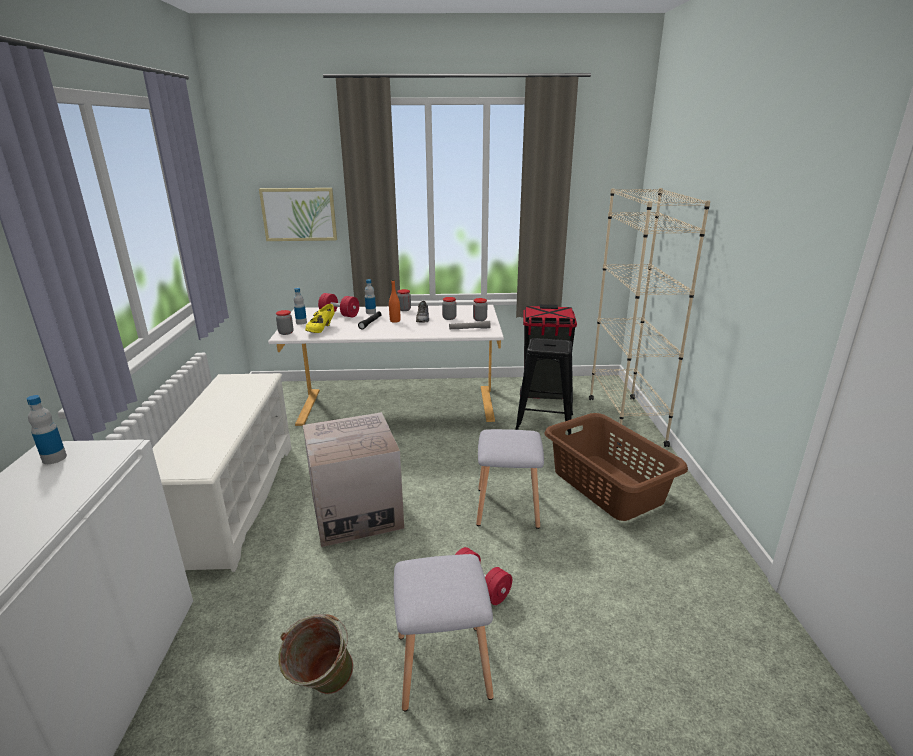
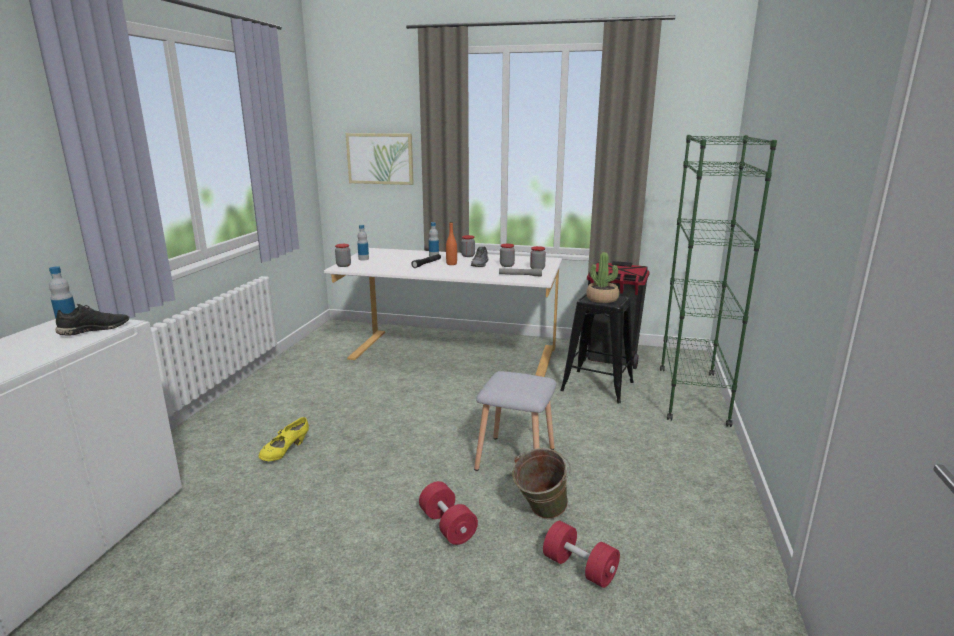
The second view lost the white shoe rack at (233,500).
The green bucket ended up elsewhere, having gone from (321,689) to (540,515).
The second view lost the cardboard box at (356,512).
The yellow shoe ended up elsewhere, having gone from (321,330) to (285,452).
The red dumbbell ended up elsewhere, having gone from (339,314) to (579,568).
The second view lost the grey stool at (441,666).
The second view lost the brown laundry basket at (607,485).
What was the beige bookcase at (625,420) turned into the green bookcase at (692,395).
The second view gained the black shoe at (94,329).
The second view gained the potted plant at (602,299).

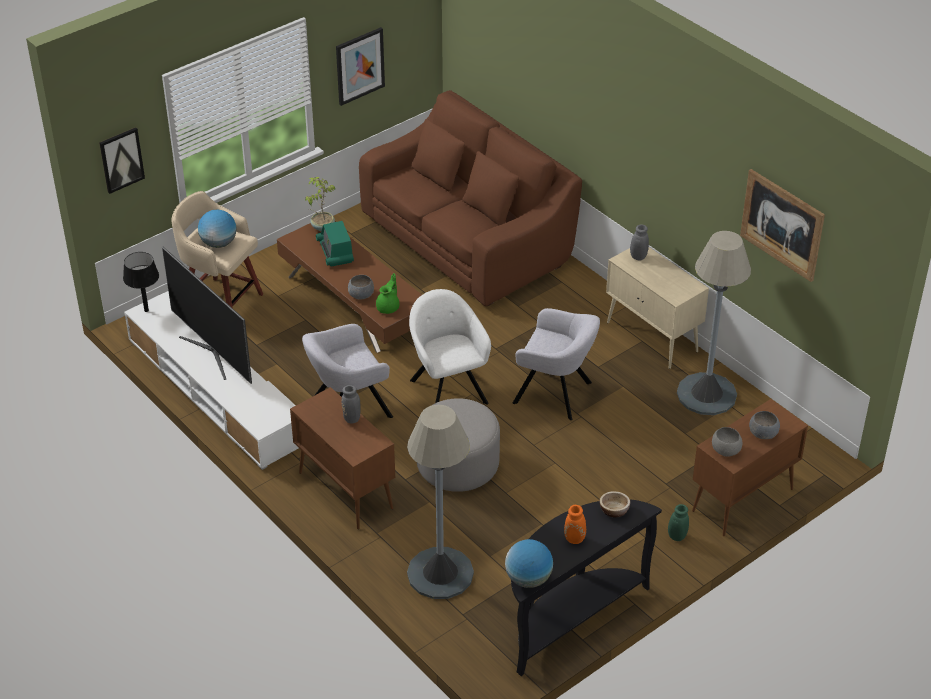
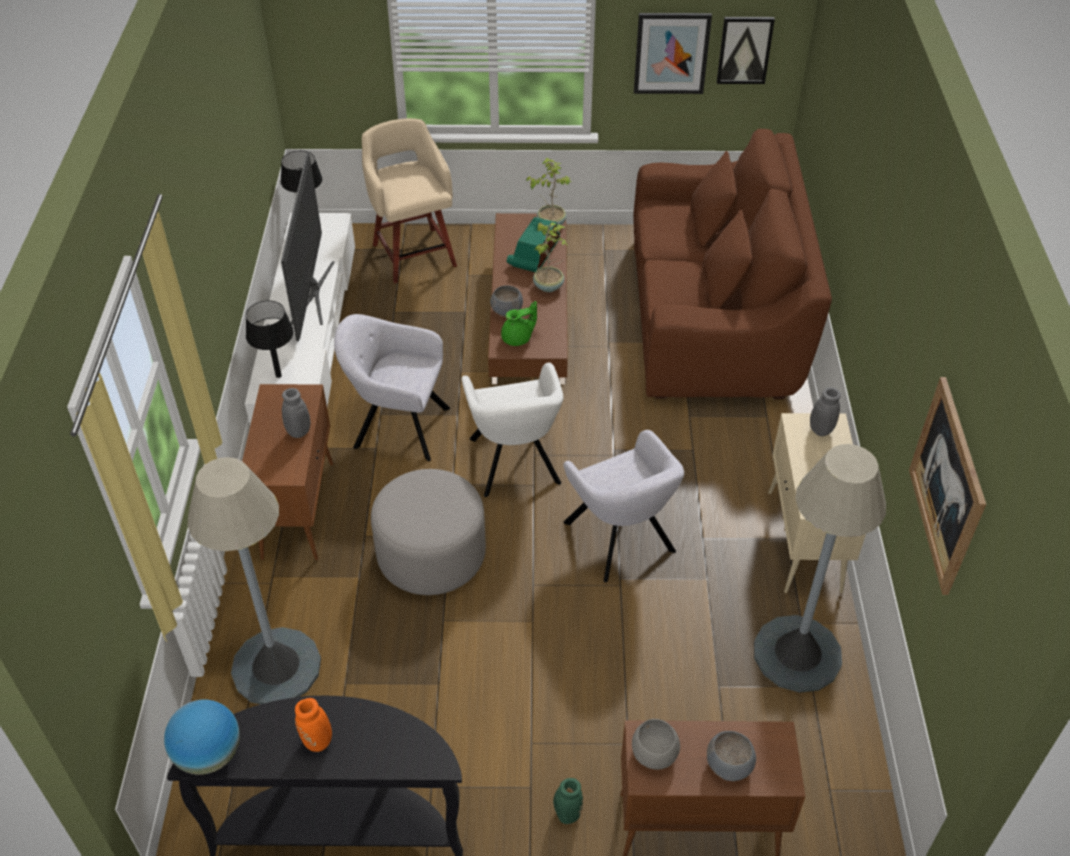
The picture ended up elsewhere, having gone from (121,159) to (744,49).
The second view lost the globe at (219,243).
The white armchair at (447,389) ended up facing another way, 150 degrees clockwise from before.
The second view lost the bowl at (614,510).
The second view gained the black table lamp at (278,375).
The second view gained the potted plant at (549,286).

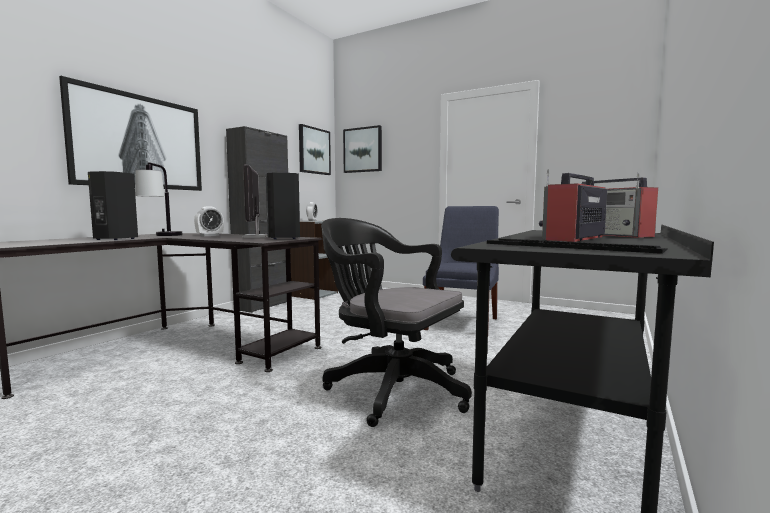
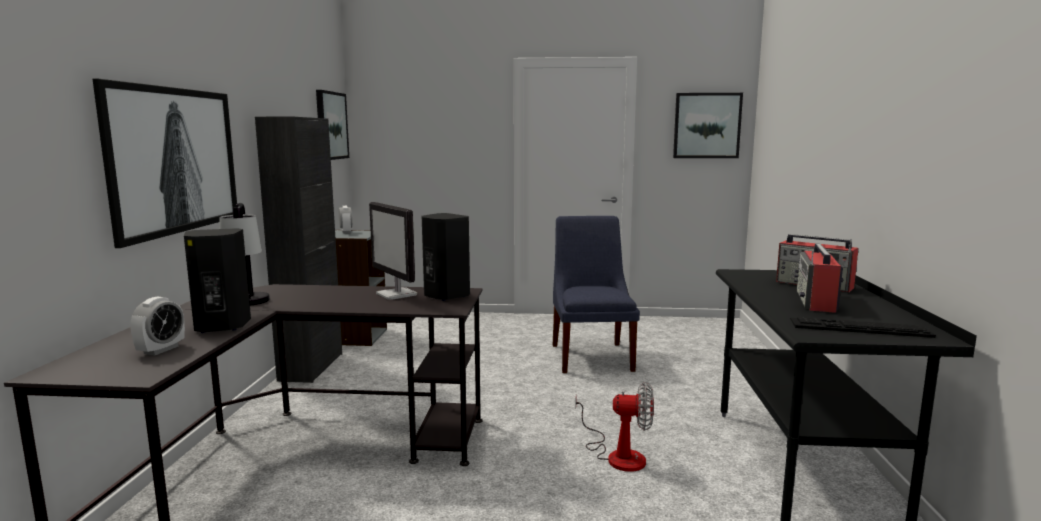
The alarm clock ended up elsewhere, having gone from (210,235) to (161,350).
Where the black office chair stood at (391,388), the fan came to stand at (617,455).
The picture ended up elsewhere, having gone from (363,150) to (707,125).

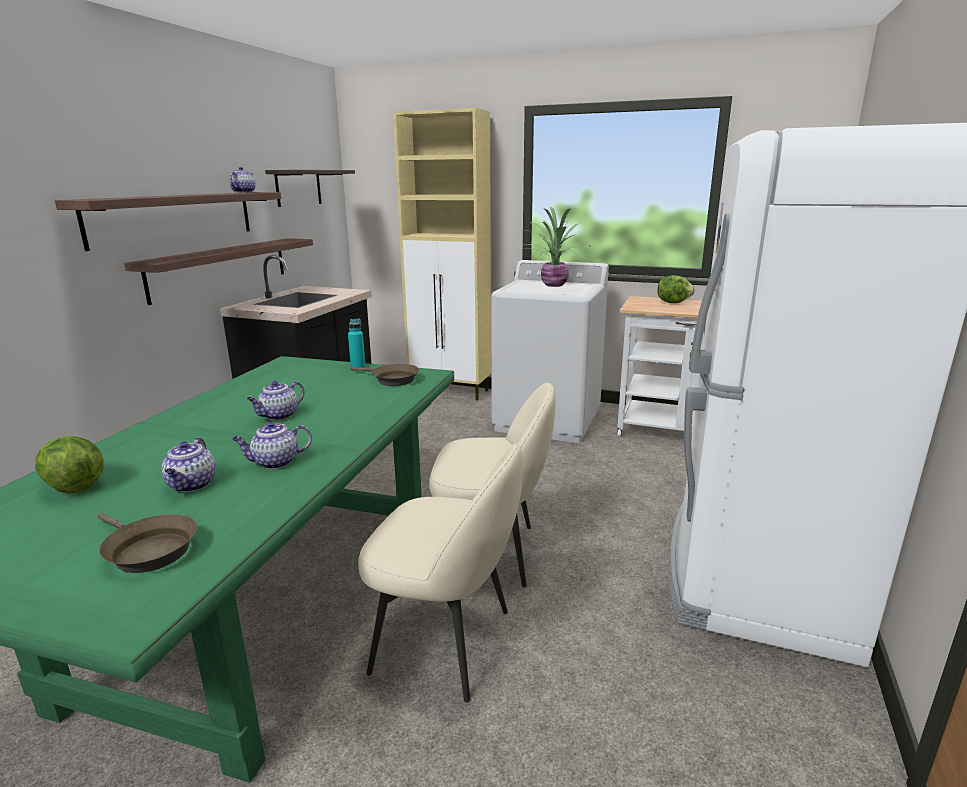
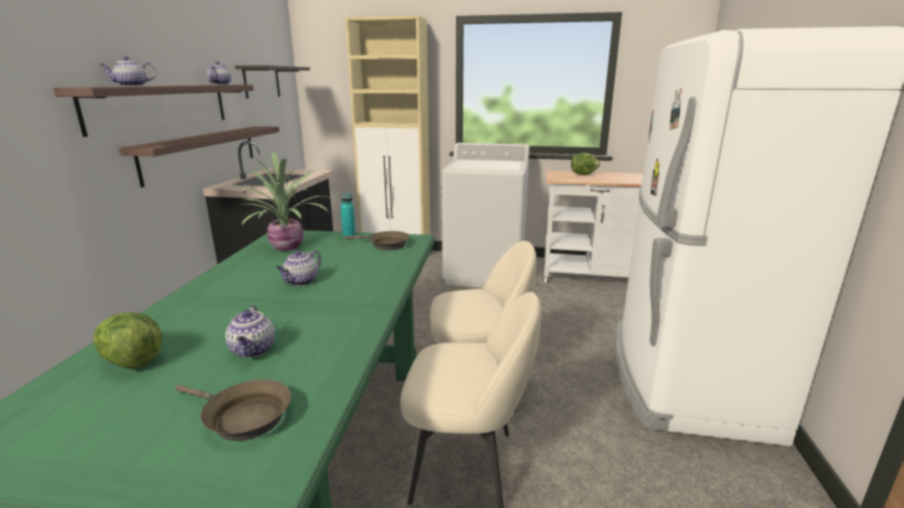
The teapot ended up elsewhere, having gone from (275,462) to (131,86).
The potted plant ended up elsewhere, having gone from (553,285) to (285,248).

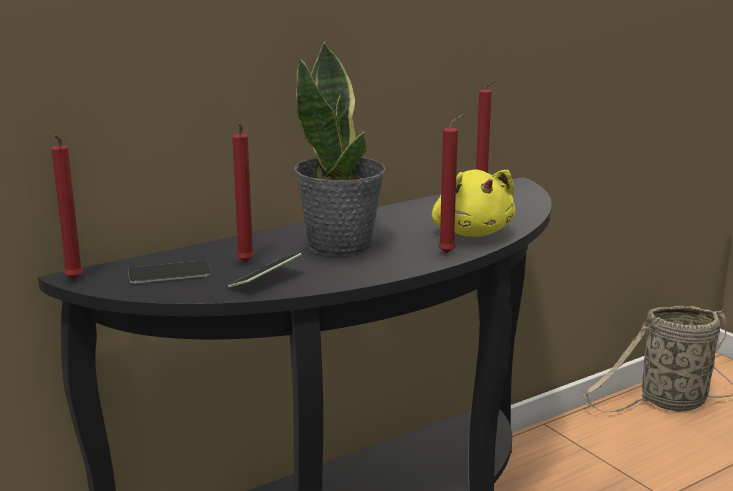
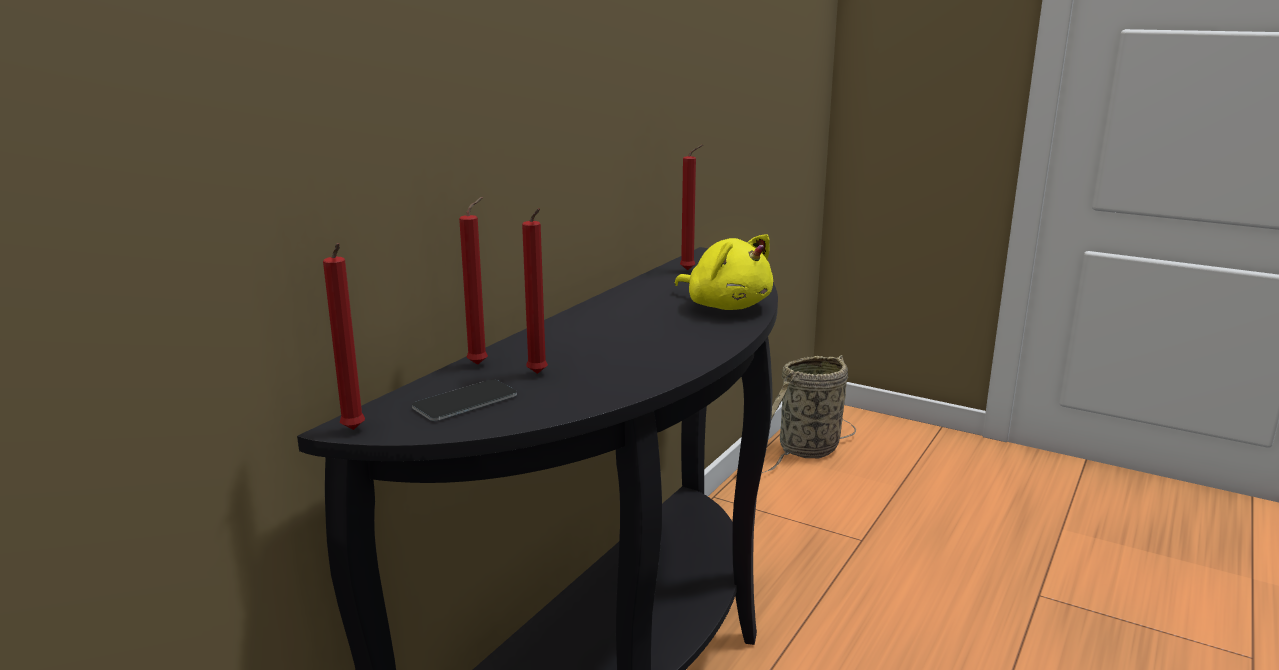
The second view lost the phone at (265,280).
The second view lost the potted plant at (341,245).
The red candle ended up elsewhere, having gone from (449,253) to (480,363).

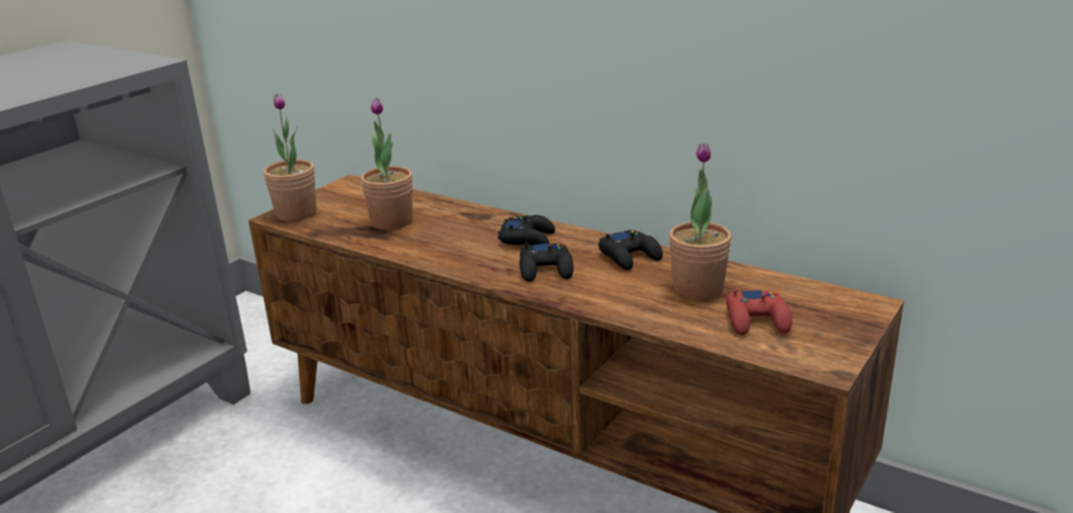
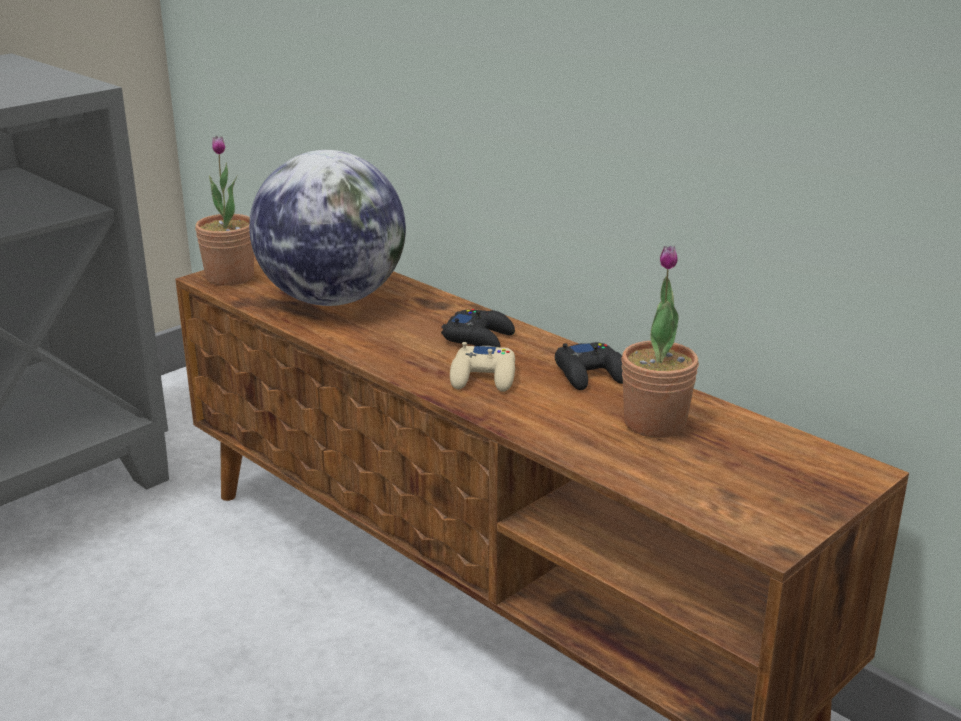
Where the potted plant stood at (392,222), the globe came to stand at (332,299).
What was the black game controller at (546,269) turned into the beige game controller at (484,377).
The second view lost the red game controller at (757,320).

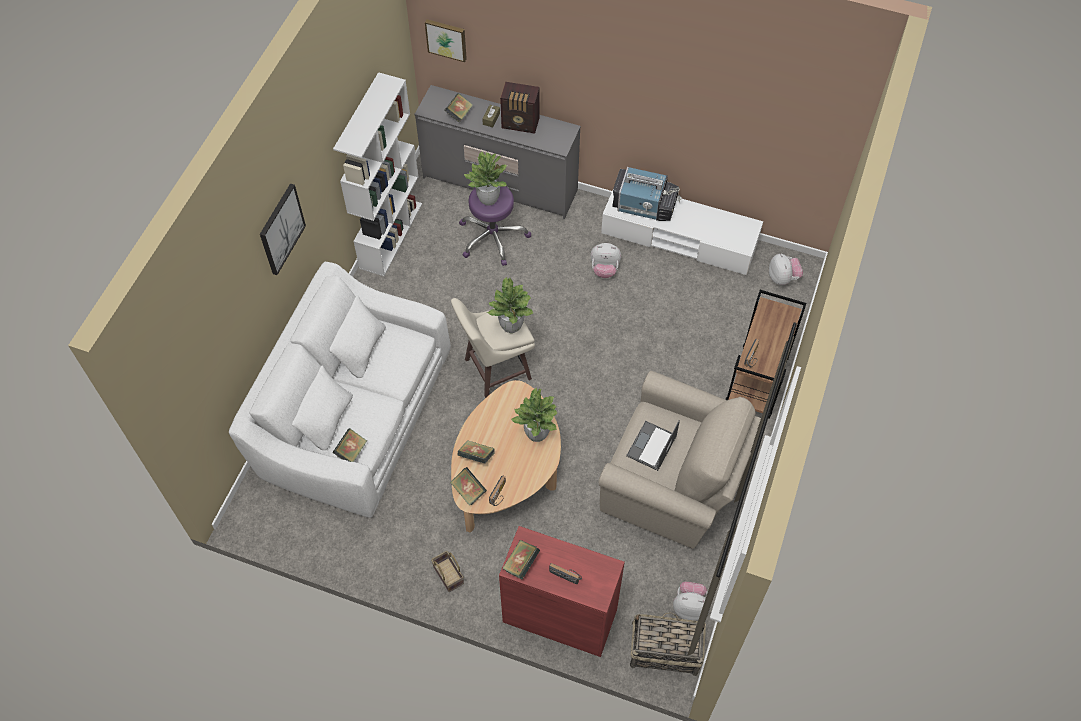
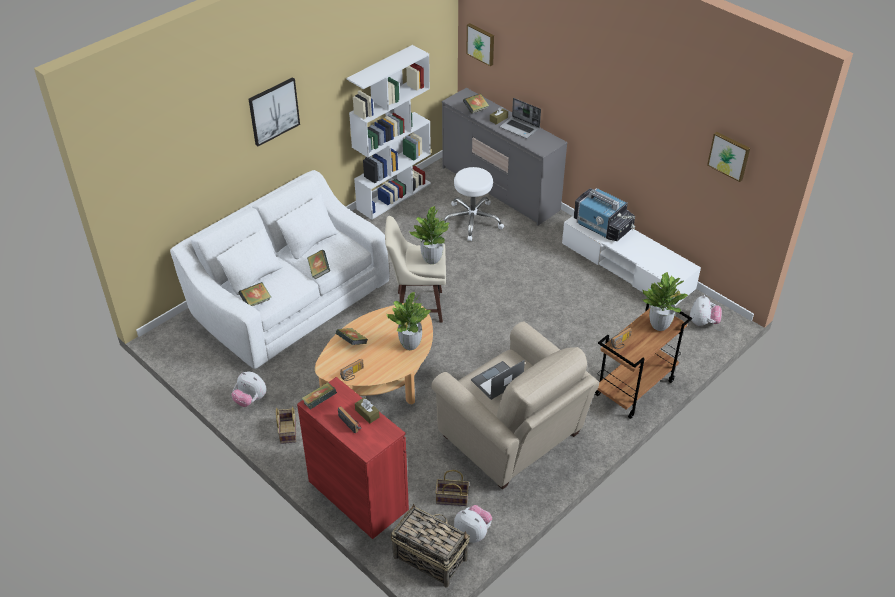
The book ended up elsewhere, having gone from (468,491) to (319,270).
What was the purple stool at (492,237) turned into the white stool at (472,220).
The potted plant ended up elsewhere, having gone from (488,199) to (659,325).
Where the radio stood at (521,123), the laptop came to stand at (520,128).
The plush toy ended up elsewhere, having gone from (604,269) to (250,400).
The second view gained the brown tissue box at (367,413).
The second view gained the basket at (451,499).
The second view gained the picture at (729,155).

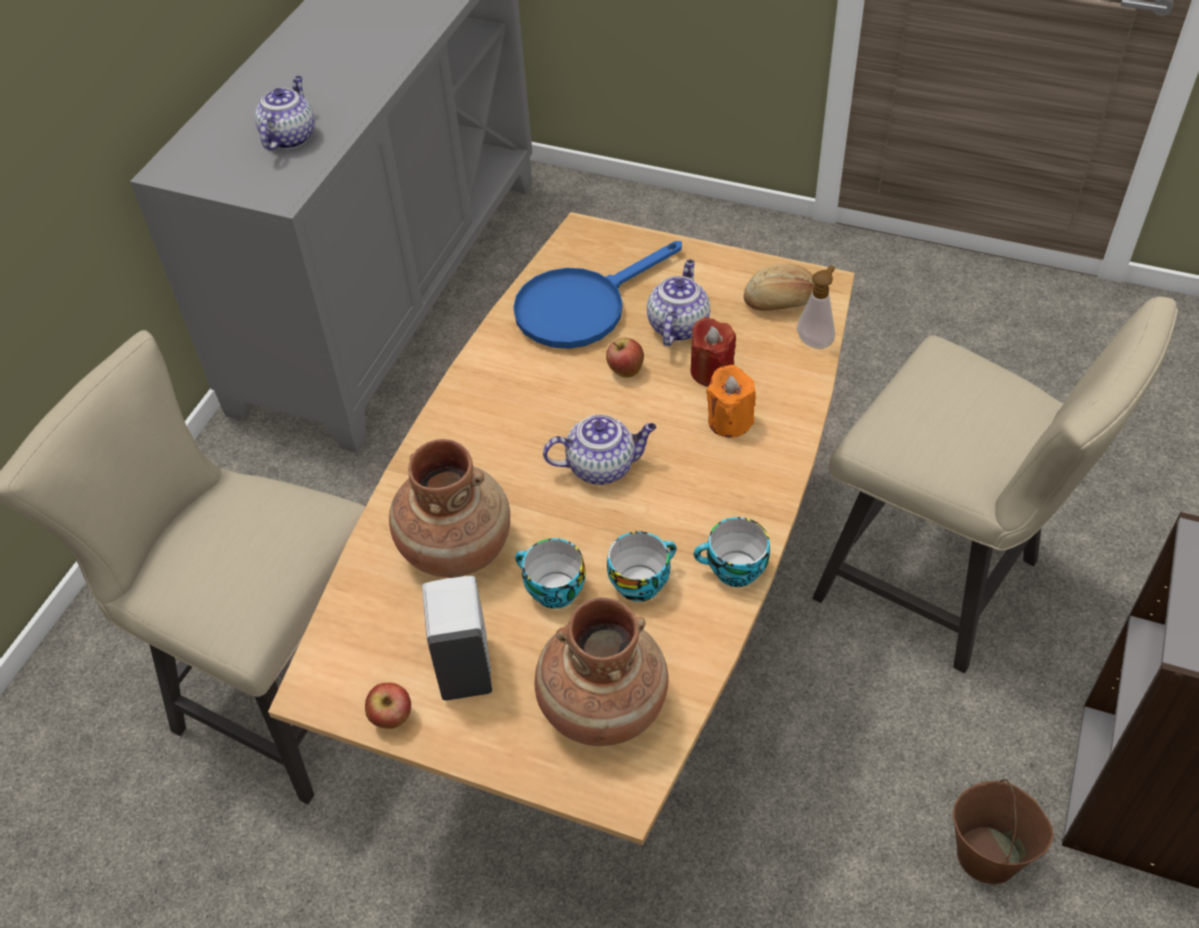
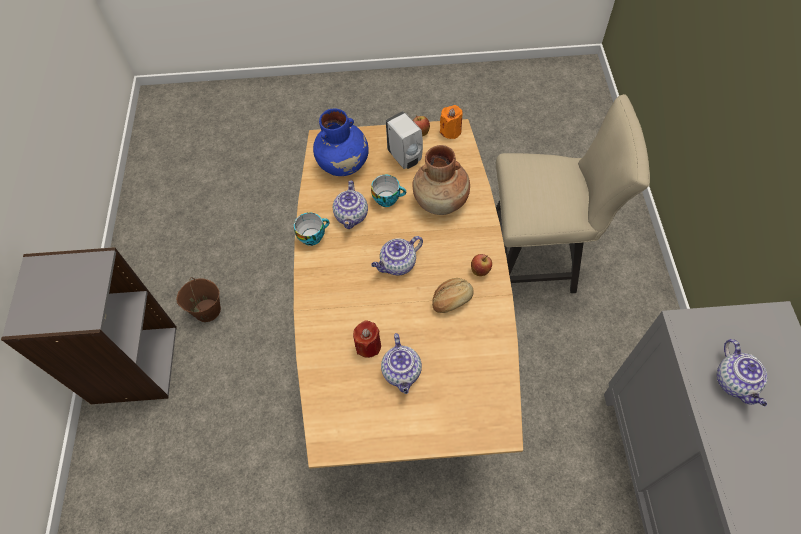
The second view lost the blue frying pan at (582,306).
What was the brown vase at (601,706) turned into the blue vase at (344,164).
The apple ended up elsewhere, having gone from (625,371) to (480,270).
Where the cup stood at (641,581), the teapot came to stand at (351,216).
The orange candle ended up elsewhere, having gone from (729,421) to (450,131).
The bread ended up elsewhere, having gone from (780,301) to (451,299).
The second view lost the soap dispenser at (816,341).
The second view lost the beige chair at (942,585).

